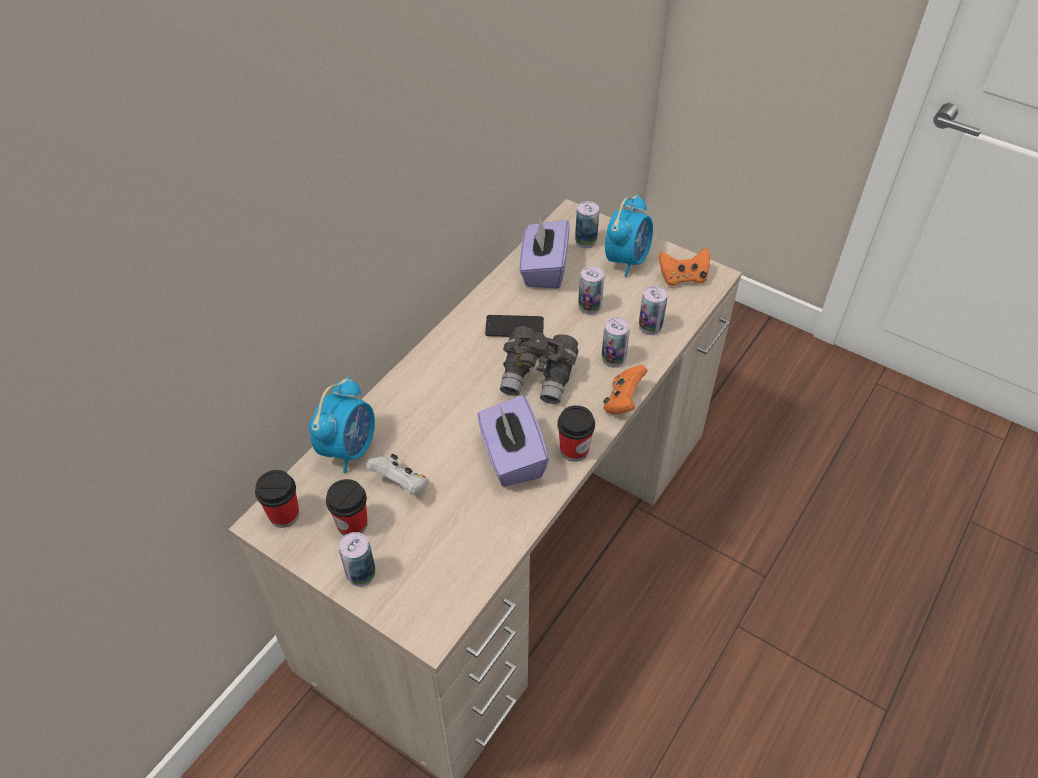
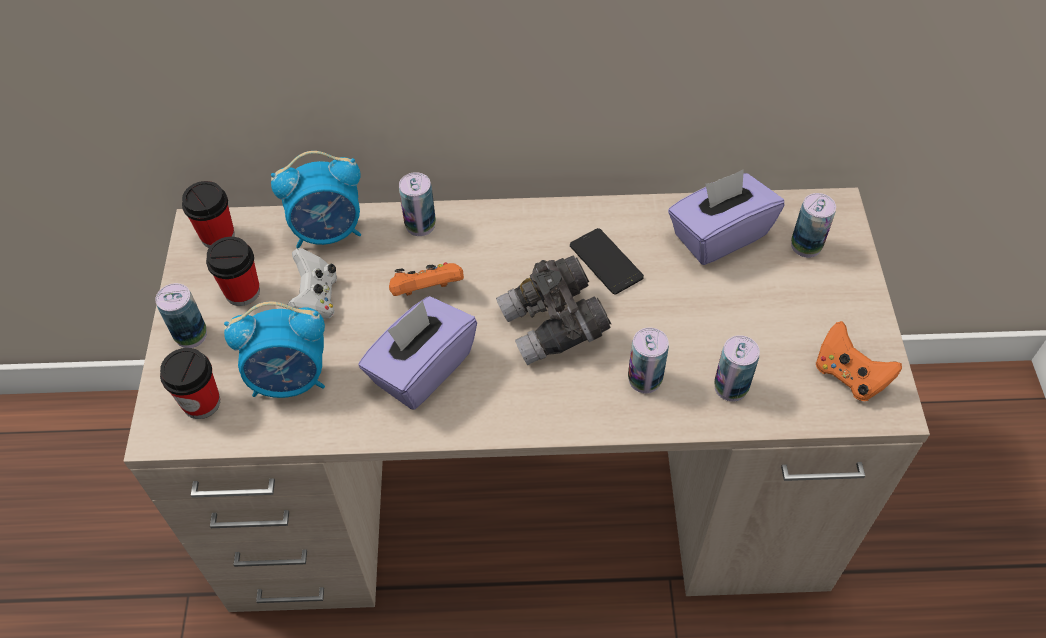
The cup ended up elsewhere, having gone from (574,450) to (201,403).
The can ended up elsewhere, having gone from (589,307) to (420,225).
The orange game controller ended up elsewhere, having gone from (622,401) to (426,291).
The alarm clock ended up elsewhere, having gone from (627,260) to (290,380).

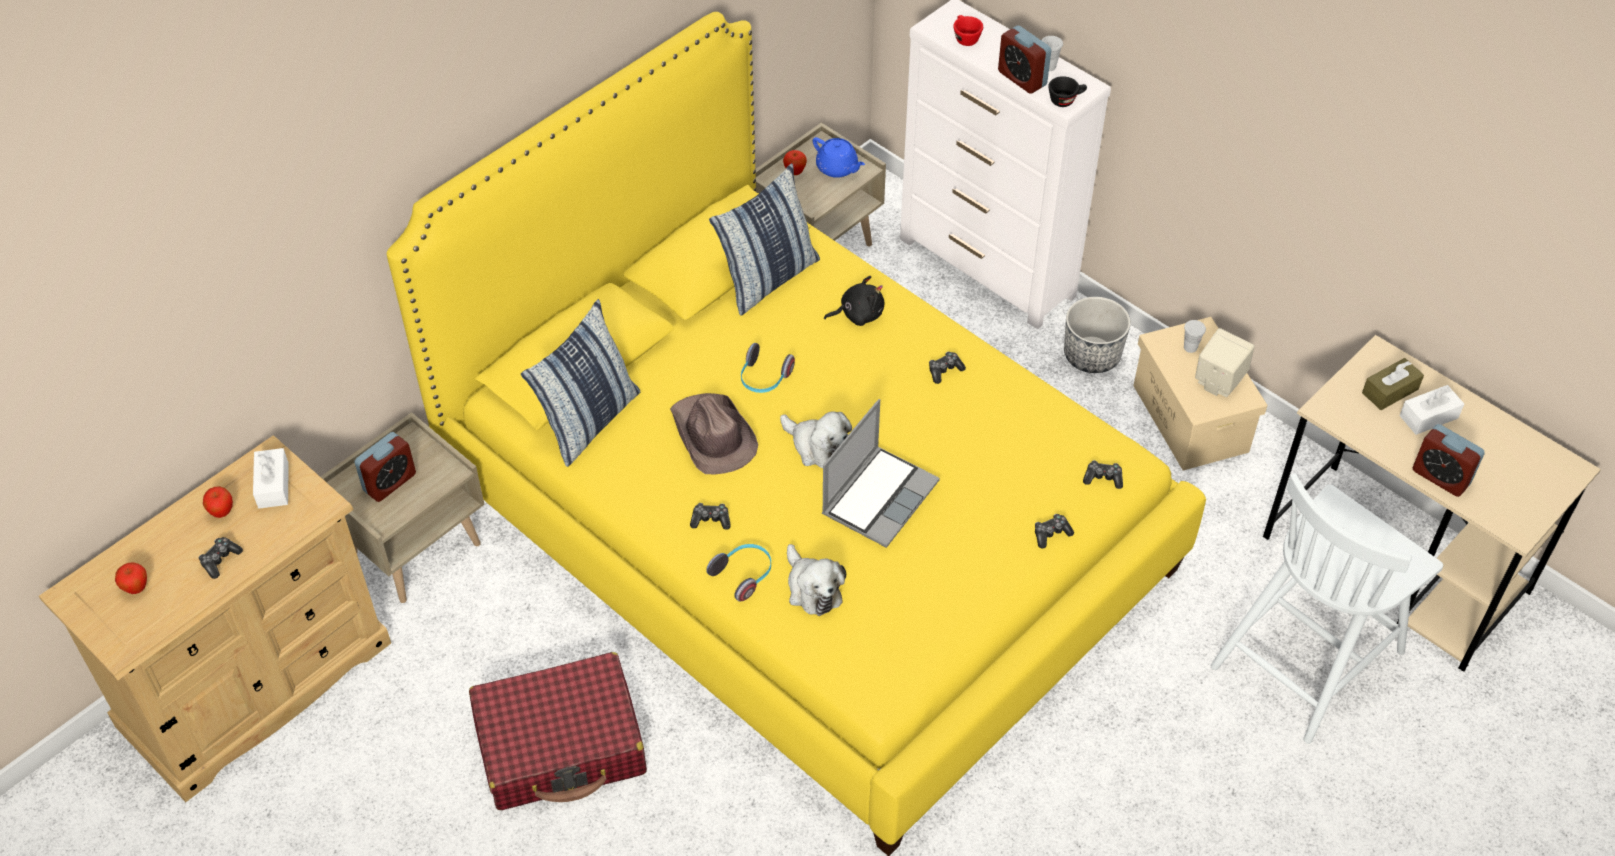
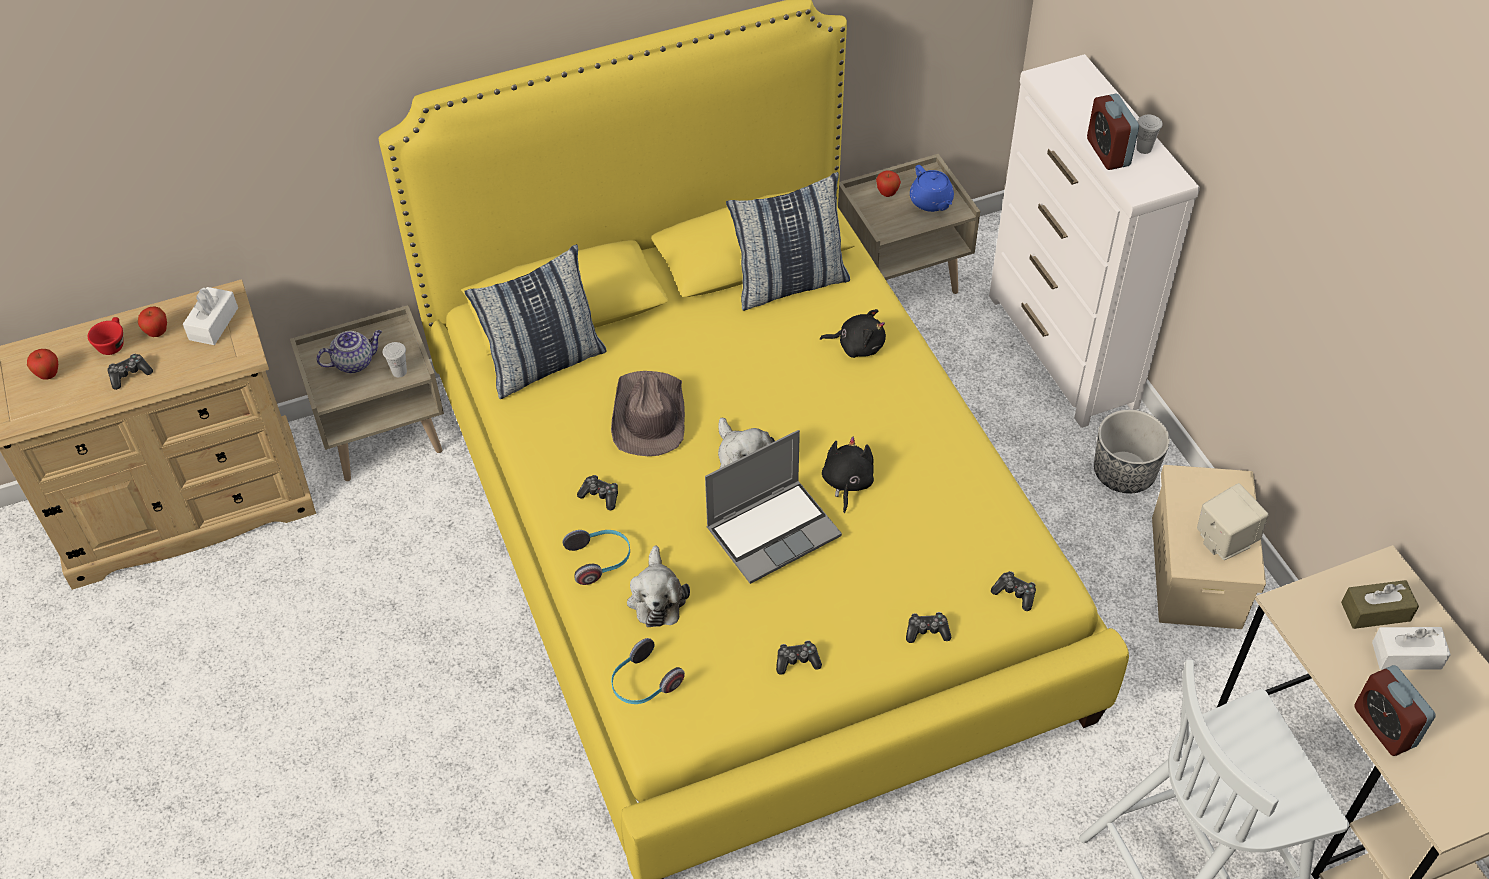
Where the alarm clock stood at (389,482), the teapot came to stand at (355,362).
The second view lost the red suitcase at (561,745).
The headphones ended up elsewhere, having gone from (764,378) to (643,683).
The game controller ended up elsewhere, having gone from (944,370) to (797,661).
The red cup ended up elsewhere, having gone from (965,38) to (112,343).
The second view lost the black cup at (1066,100).
The white cup ended up elsewhere, having gone from (1190,347) to (399,372).
The second view gained the black plush toy at (847,483).

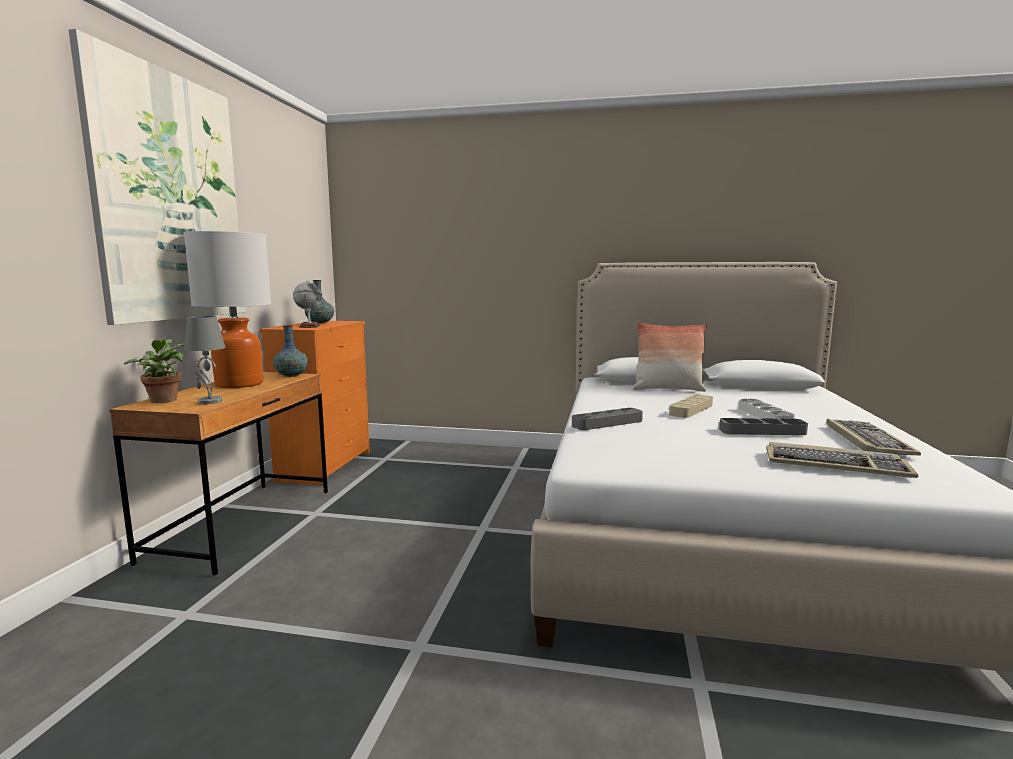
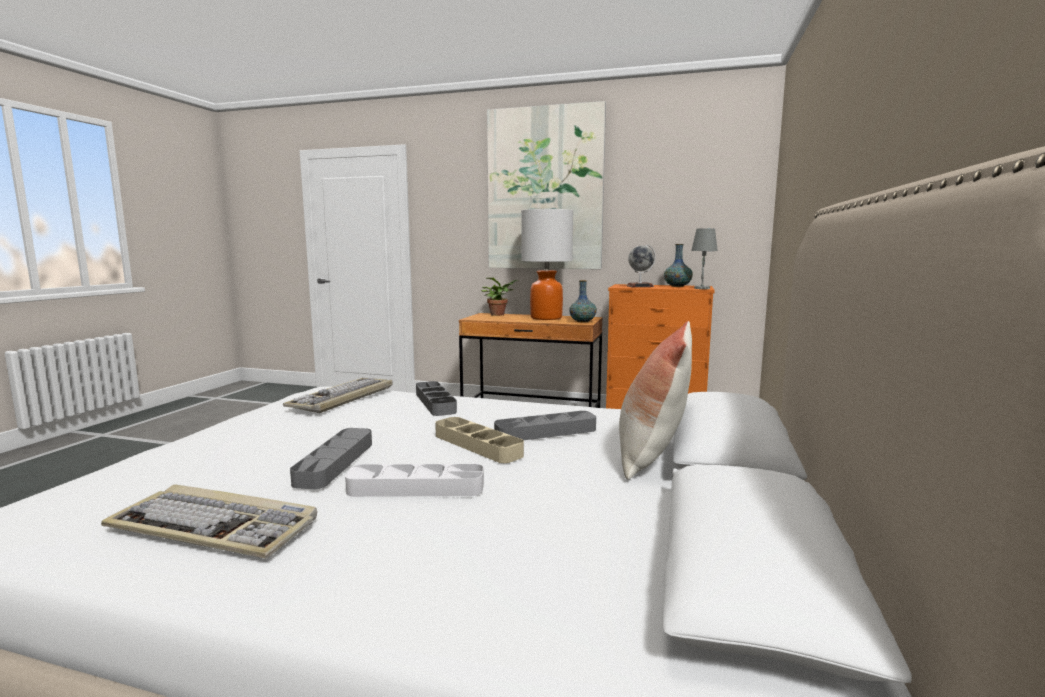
The grey table lamp ended up elsewhere, having gone from (209,401) to (701,288).
The keyboard ended up elsewhere, having gone from (835,464) to (342,398).
The second view gained the grey tray at (545,432).

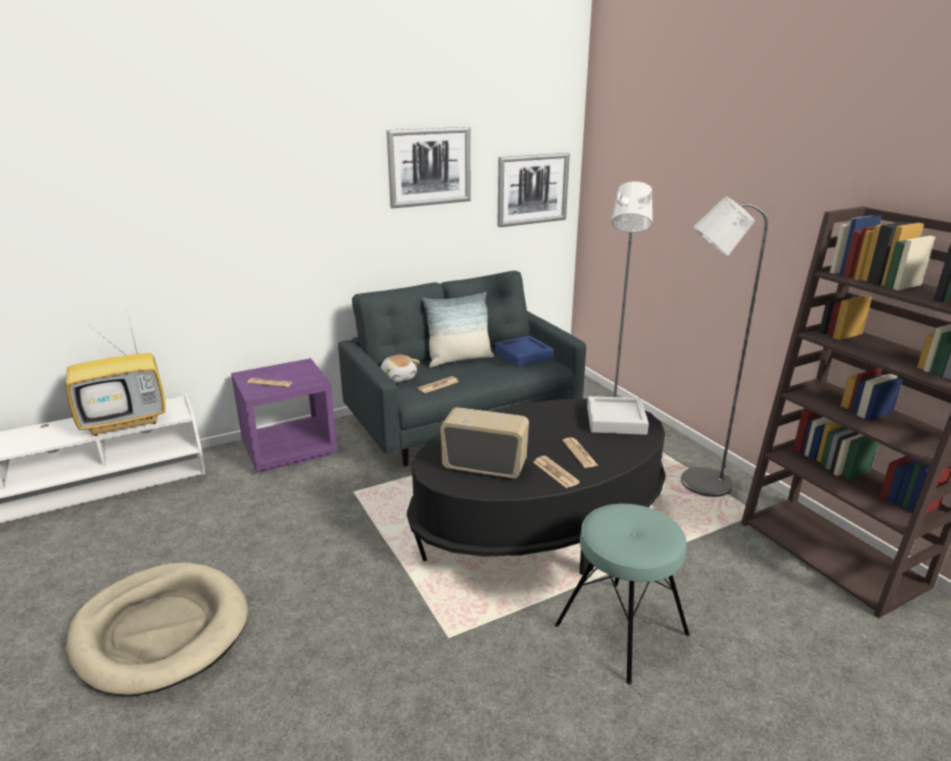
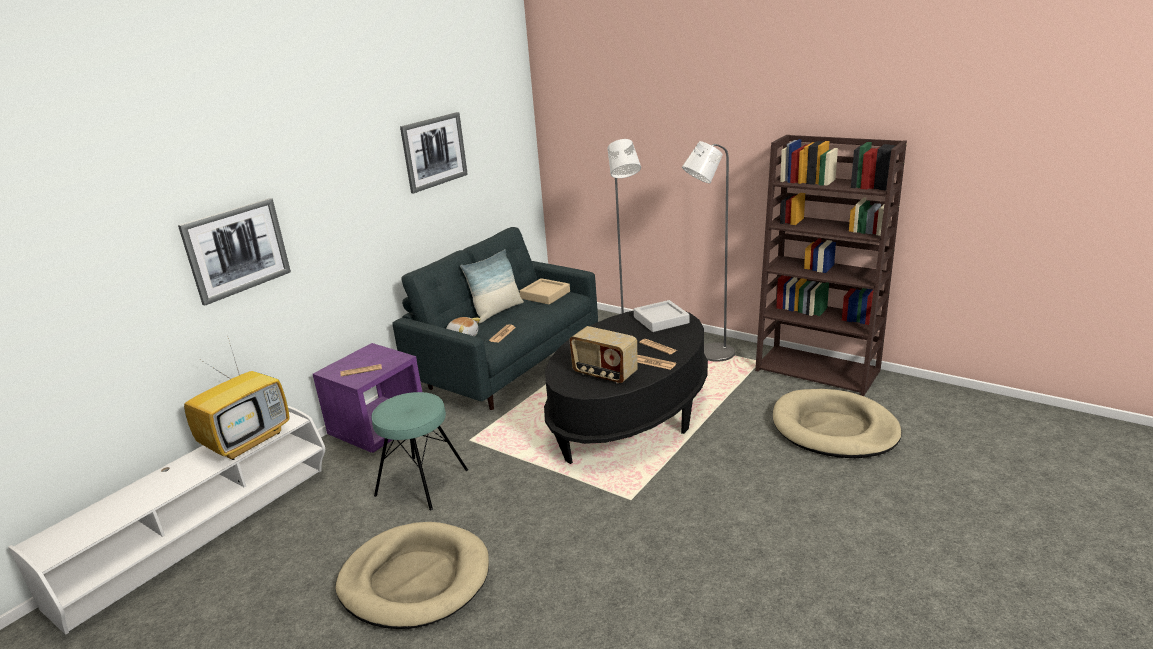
The radio at (485,466) ended up facing another way, 135 degrees counterclockwise from before.
What was the blue tray at (523,355) turned into the beige tray at (545,295).
The picture ended up elsewhere, having gone from (532,189) to (237,250).
The turquoise stool ended up elsewhere, having gone from (621,630) to (422,482).
The second view gained the beige dog bed at (834,428).

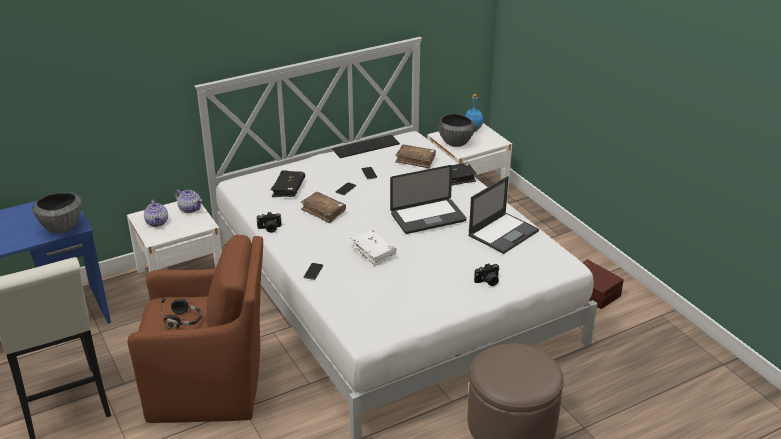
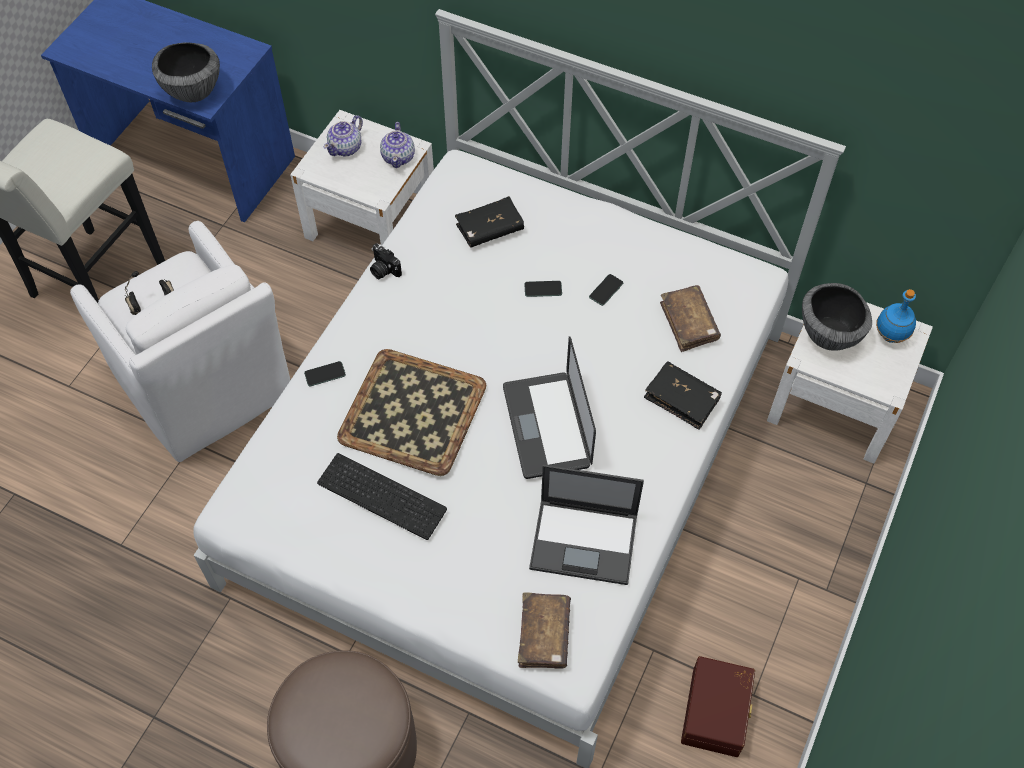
What was the brown armchair at (210,387) turned into the white armchair at (206,388).
The brown book ended up elsewhere, having gone from (323,211) to (544,634).
The keyboard ended up elsewhere, having gone from (366,146) to (384,495).
Where the white book stood at (373,251), the tray came to stand at (411,412).
The laptop at (428,217) ended up facing another way, 45 degrees clockwise from before.
The second view lost the photo camera at (488,281).

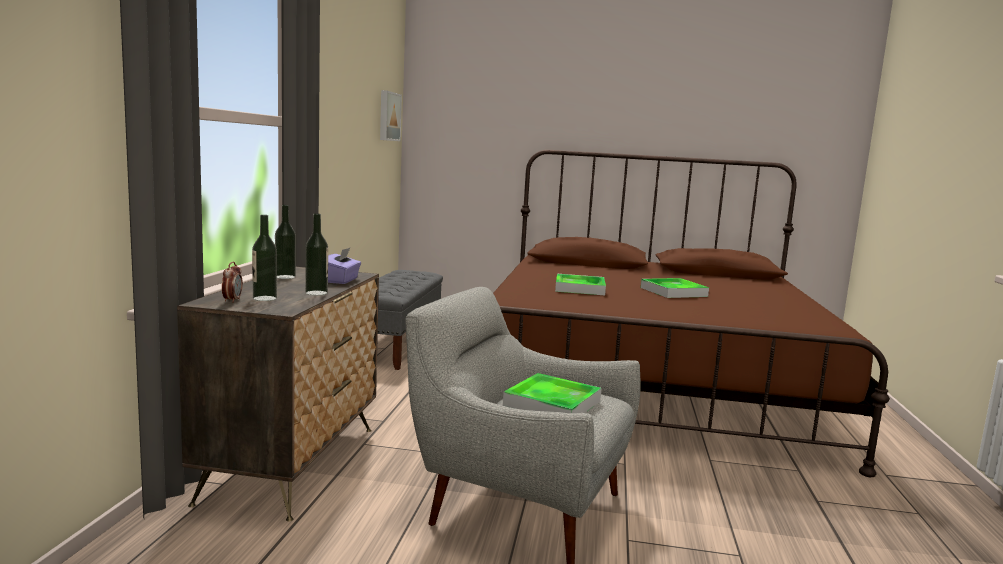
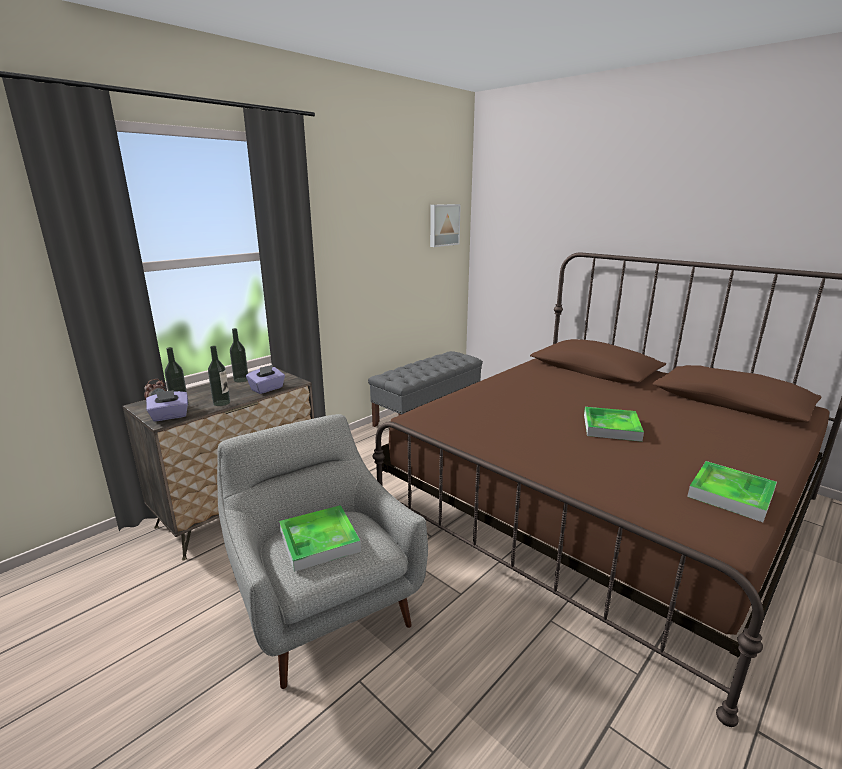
The tray ended up elsewhere, having gone from (579,288) to (730,494).
The second view gained the purple tissue box at (170,416).

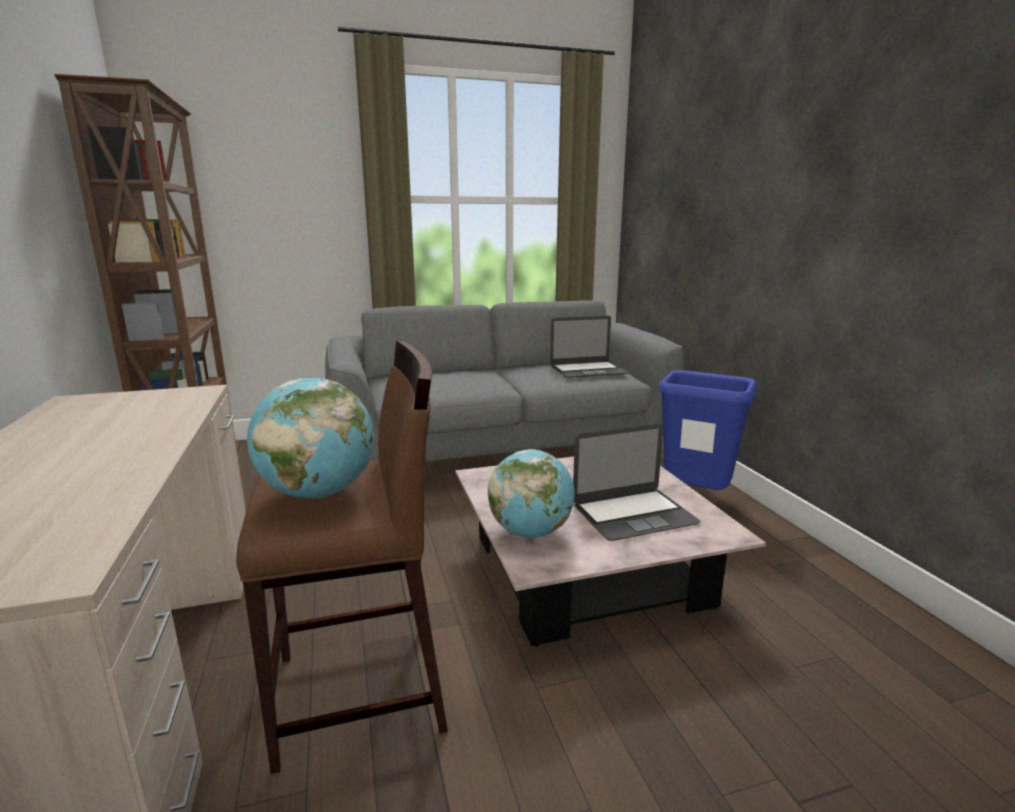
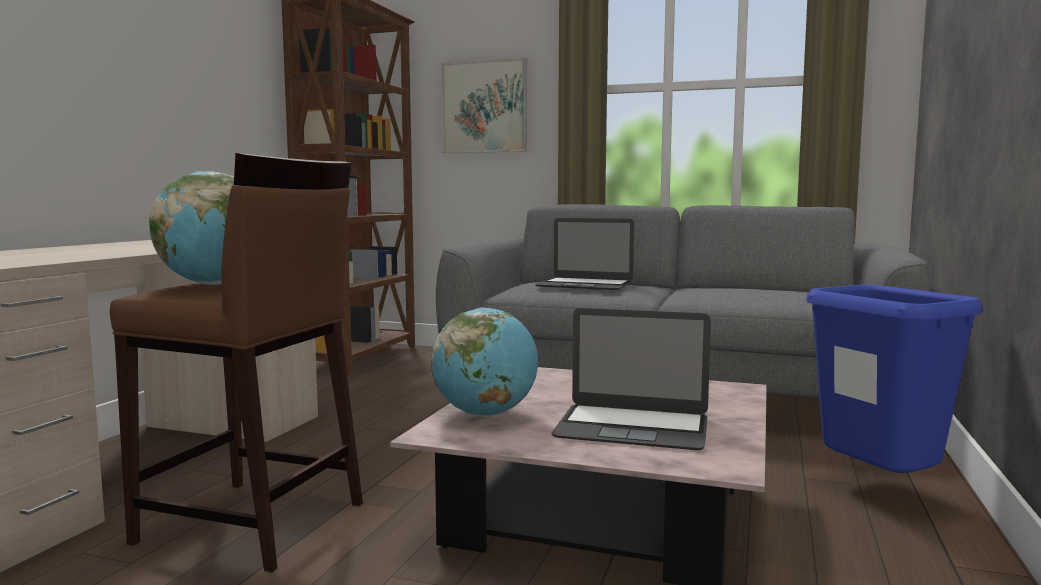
The laptop ended up elsewhere, having gone from (588,370) to (585,284).
The second view gained the picture at (484,107).

